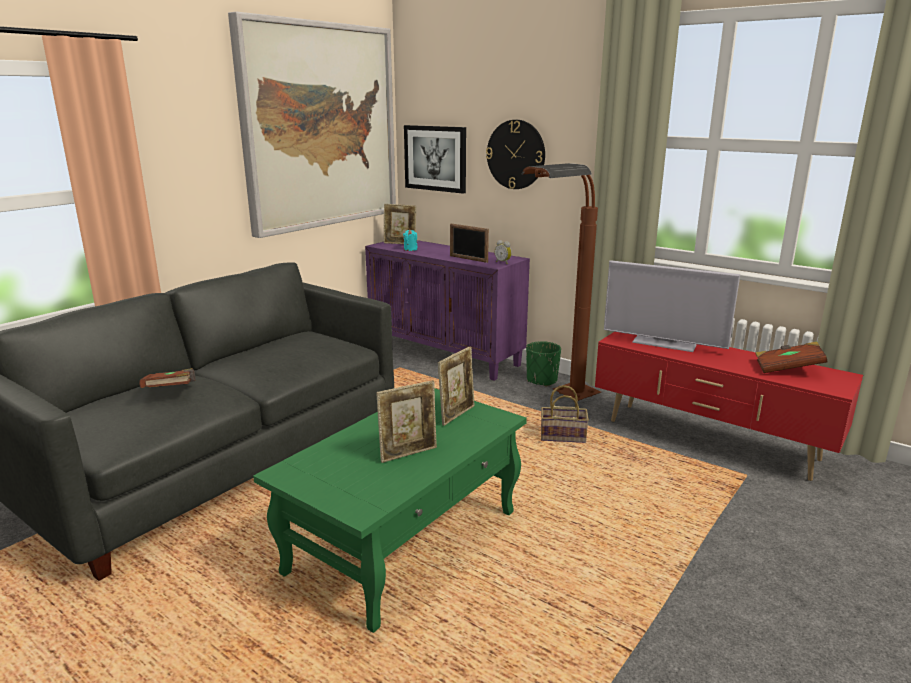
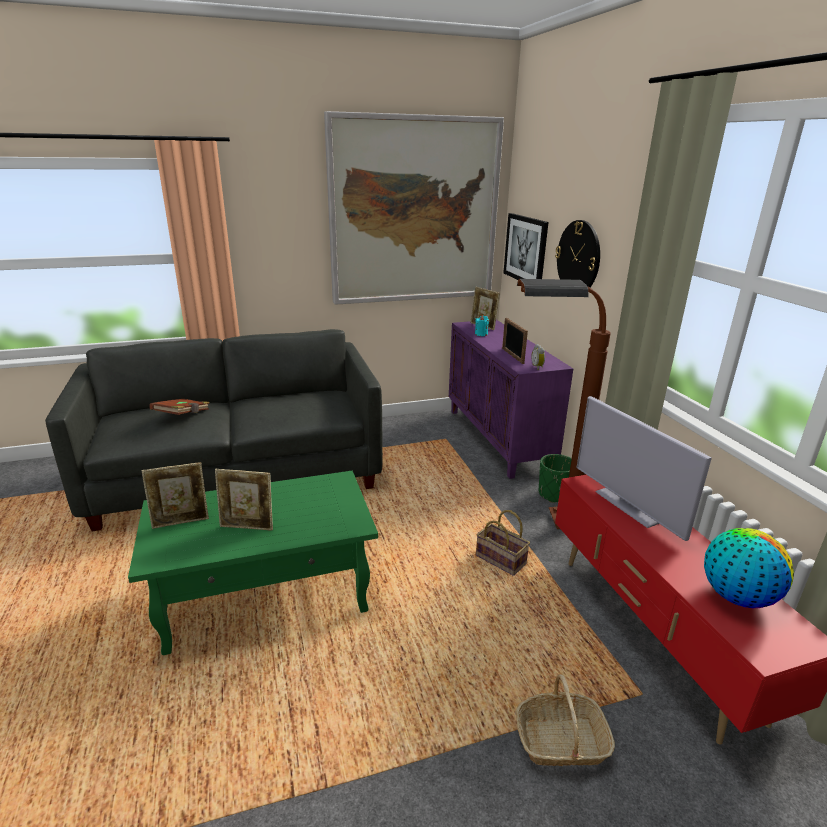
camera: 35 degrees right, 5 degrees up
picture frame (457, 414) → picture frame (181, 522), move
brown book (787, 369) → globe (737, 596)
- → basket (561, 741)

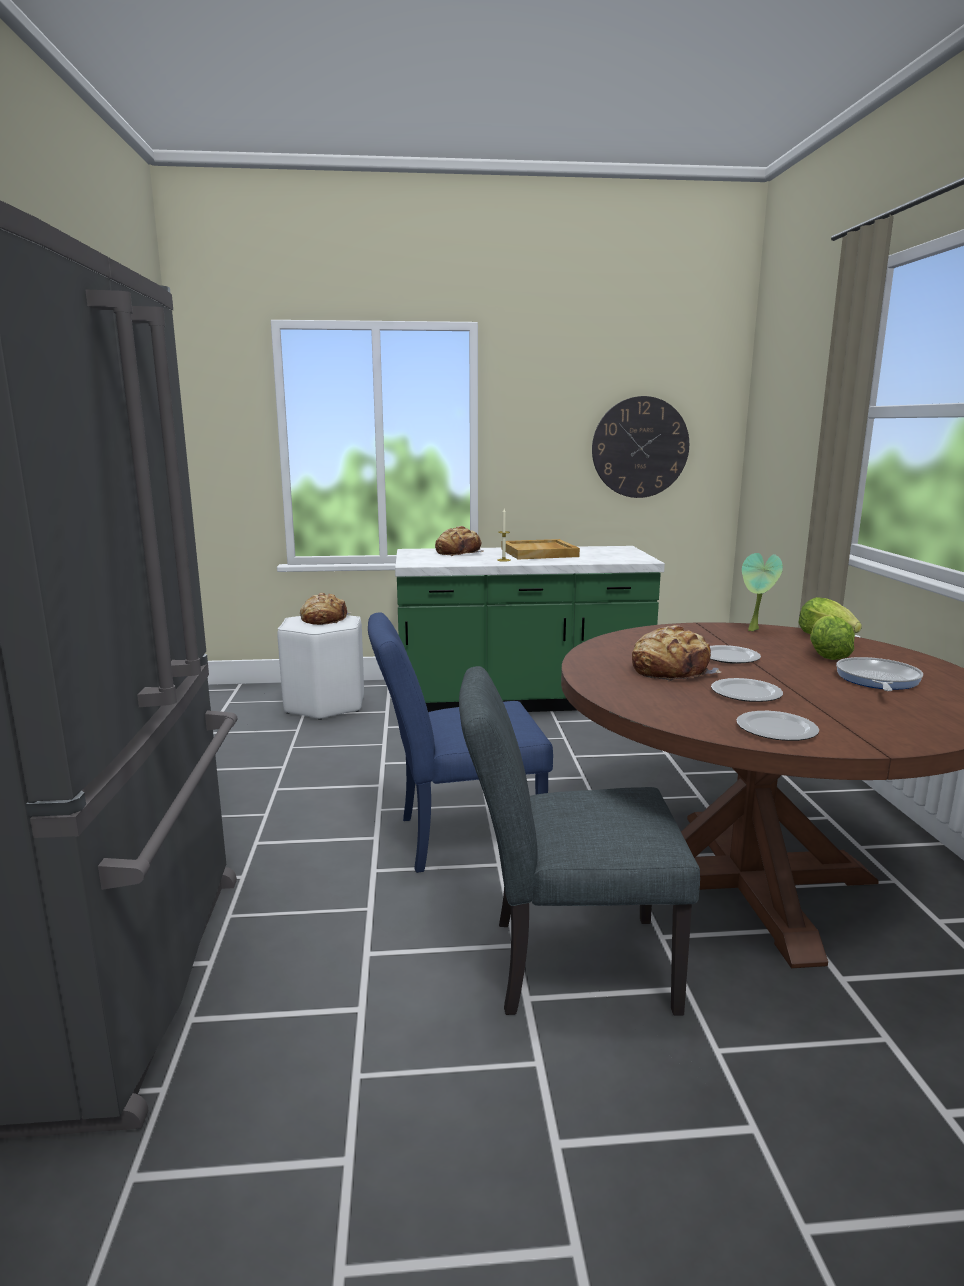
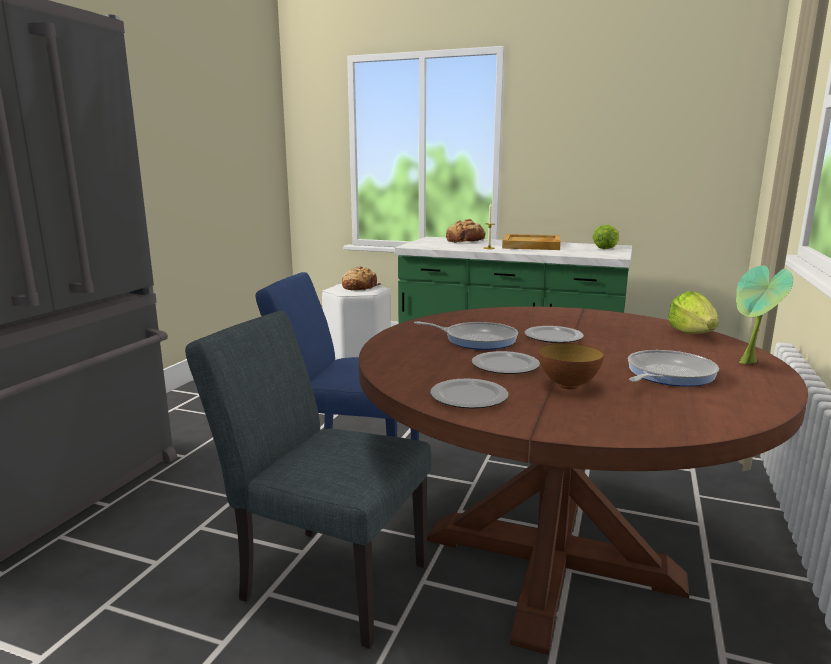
camera: 25 degrees right, 0 degrees up
wall clock (640, 447) → -
bread (671, 670) → frying pan (476, 340)
potted plant (755, 630) → potted plant (749, 364), move
lettuce (827, 655) → lettuce (606, 248), move
- → bowl (568, 385)

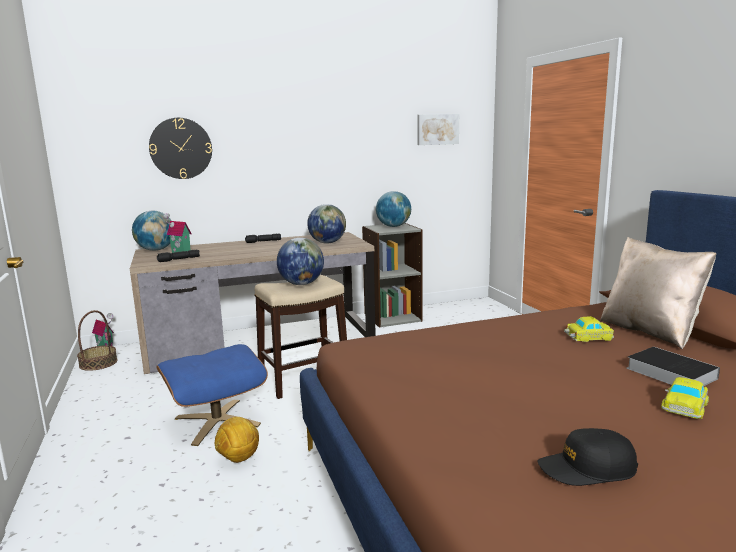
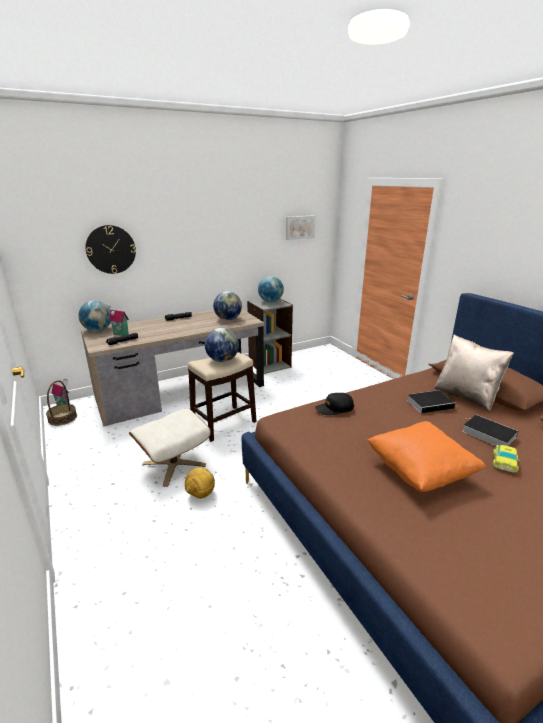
camera: 10 degrees left, 10 degrees up
blue ottoman (217, 421) → beige ottoman (174, 464)
black cap (587, 469) → black cap (334, 409), move
toy car (587, 337) → book (430, 404)
- → orange pillow (420, 472)

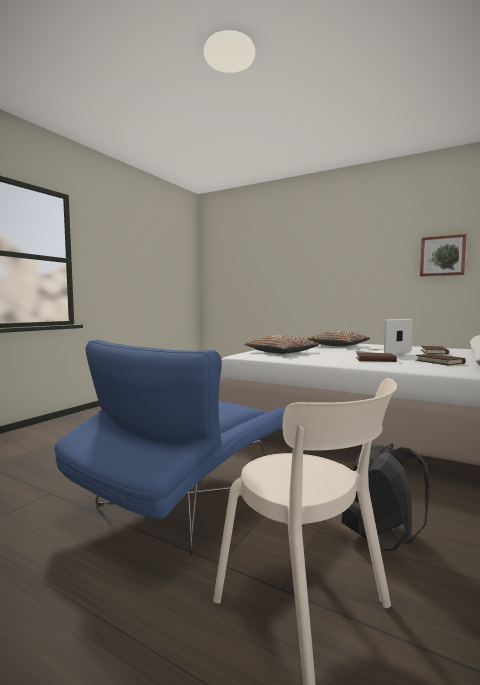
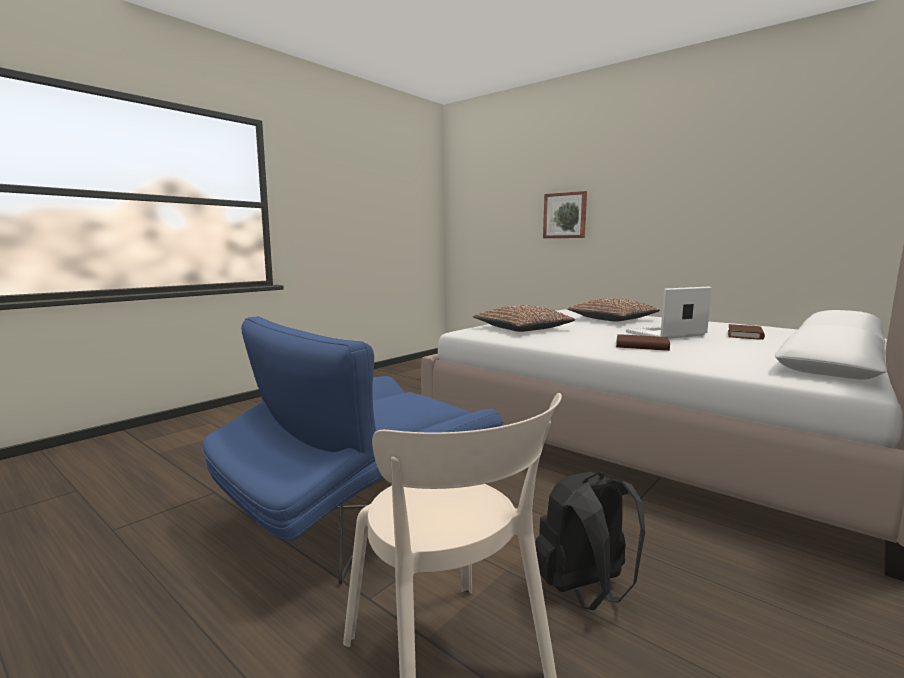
camera: 10 degrees right, 5 degrees up
brown book (439, 362) → -
picture (442, 256) → picture (565, 215), move

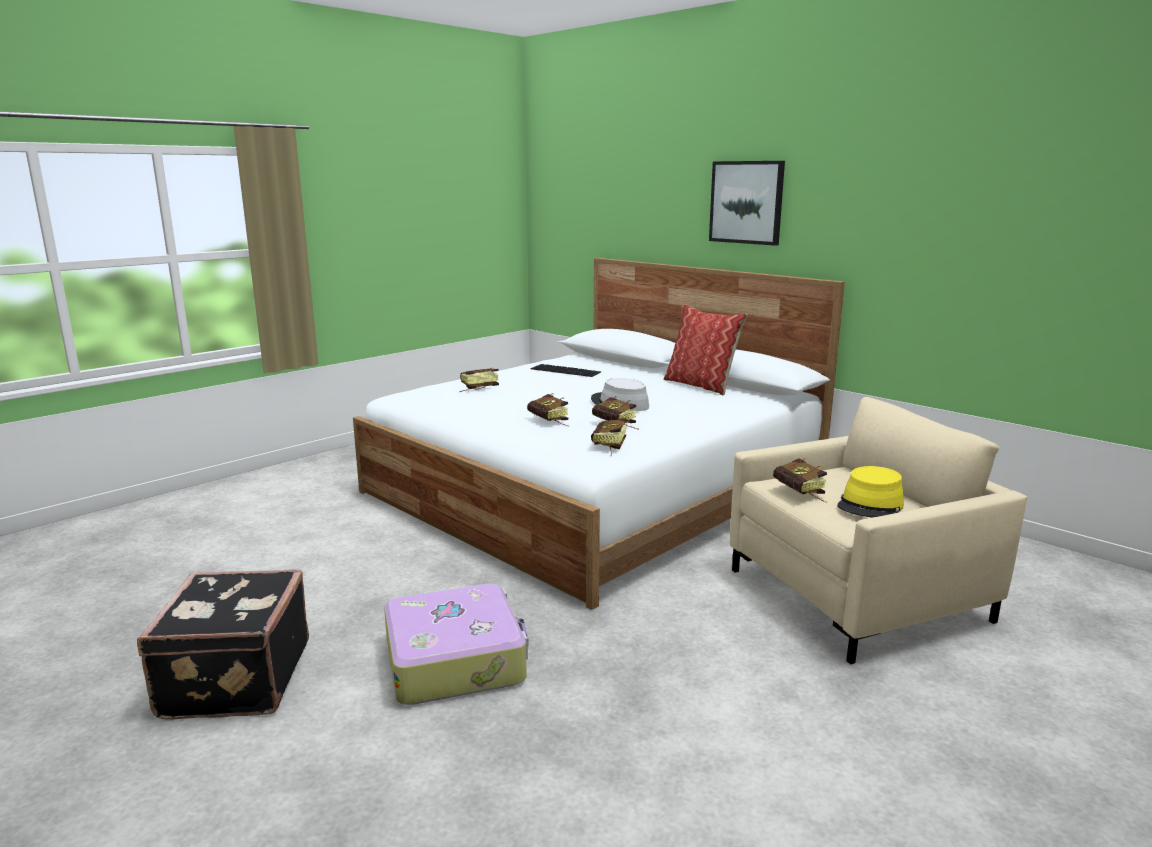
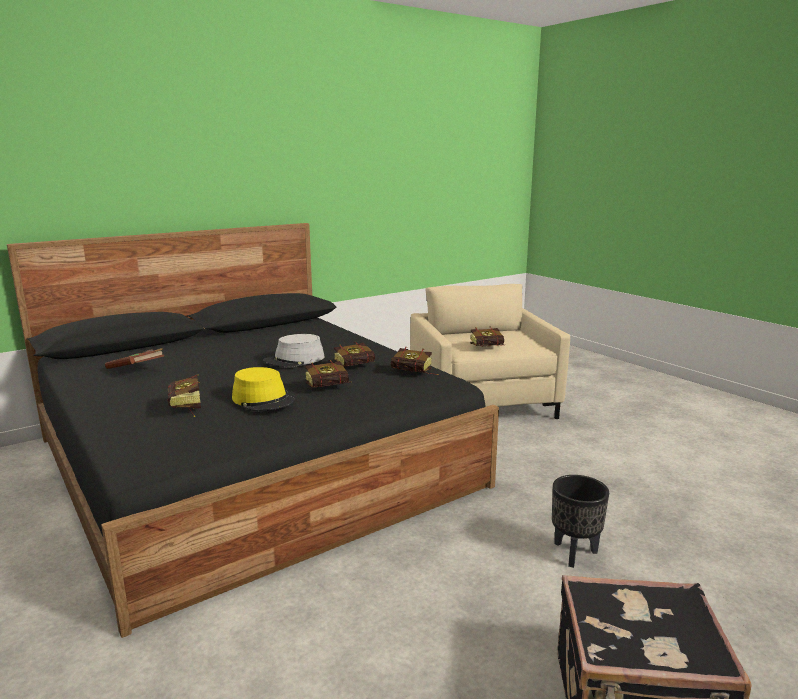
camera: 80 degrees left, 0 degrees up
white bed (596, 487) → black bed (252, 461)
suitcase (456, 659) → black planter (574, 554)
keyboard (566, 370) → brown book (137, 370)
pillow (701, 385) → -
picture (746, 202) → -
yellow hat (870, 505) → yellow hat (263, 400), move

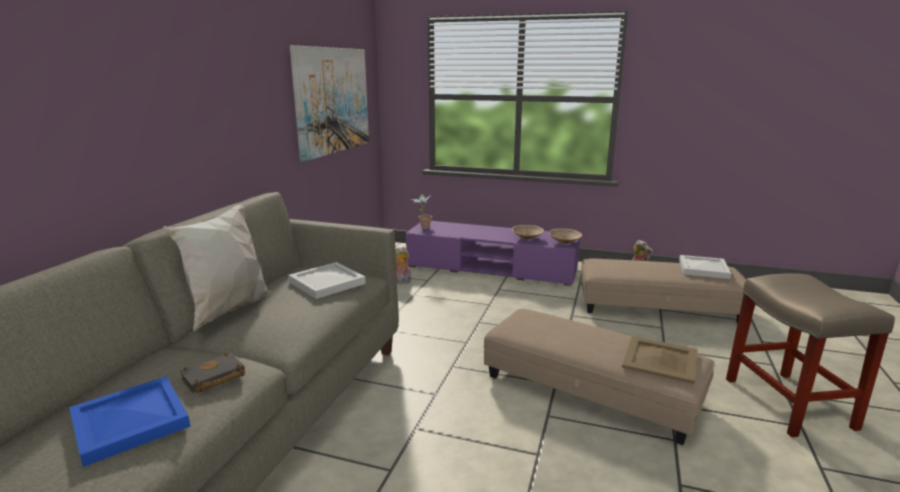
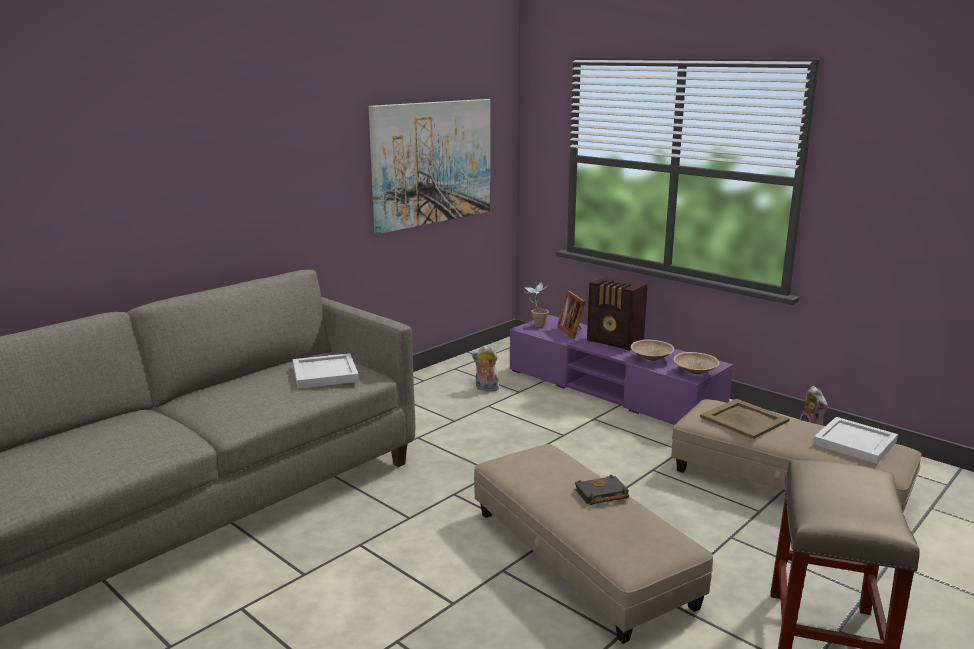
camera: 25 degrees right, 0 degrees up
blue tray (129, 423) → -
white pillow (229, 310) → -
black book (213, 378) → black book (601, 495), move
beige tray (659, 359) → beige tray (744, 418), move
- → picture frame (572, 331)
- → radio (615, 342)

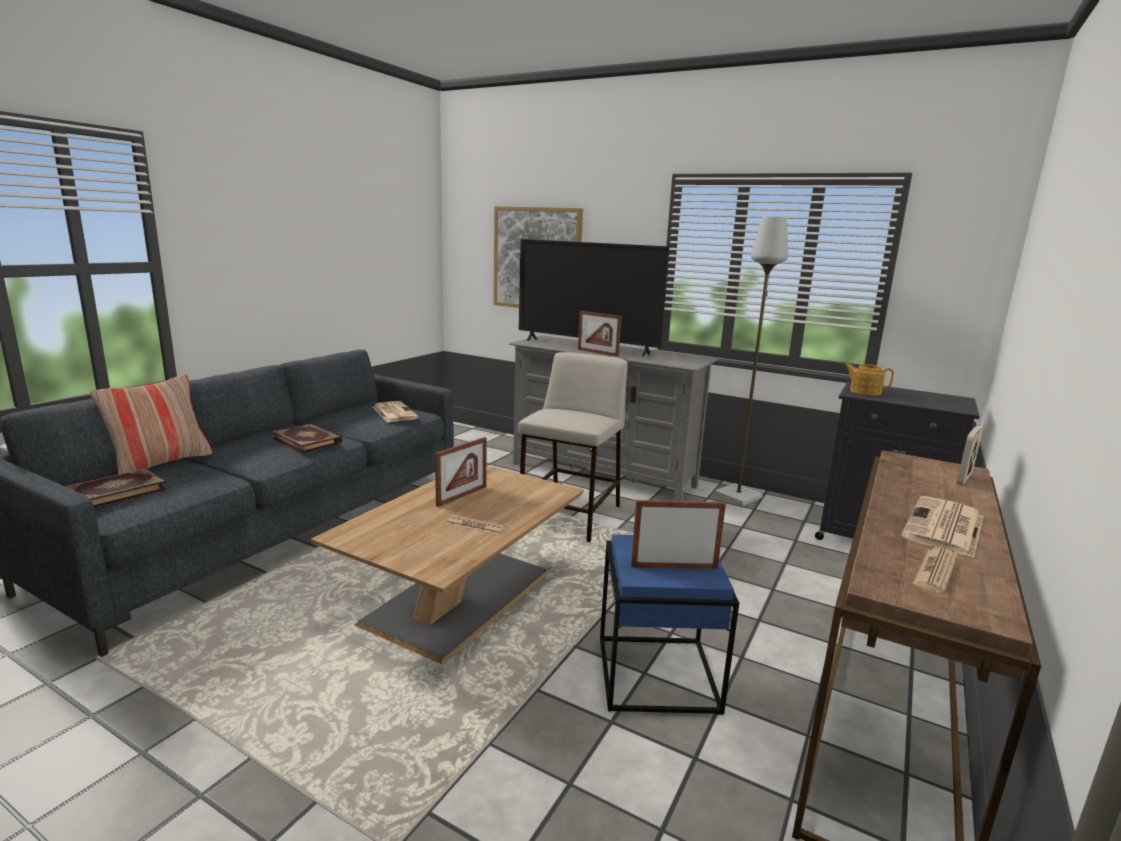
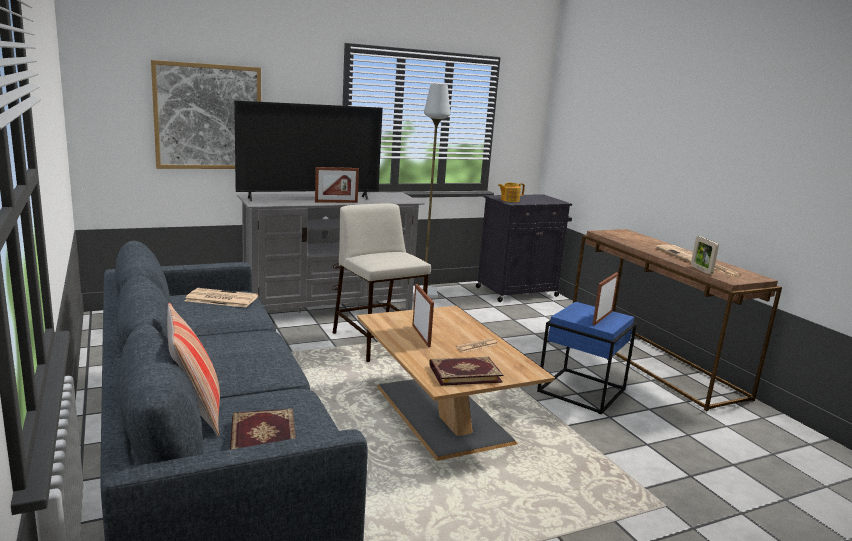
camera: 55 degrees left, 0 degrees up
book (308, 440) → book (464, 373), move
picture frame (964, 479) → picture frame (701, 270), move

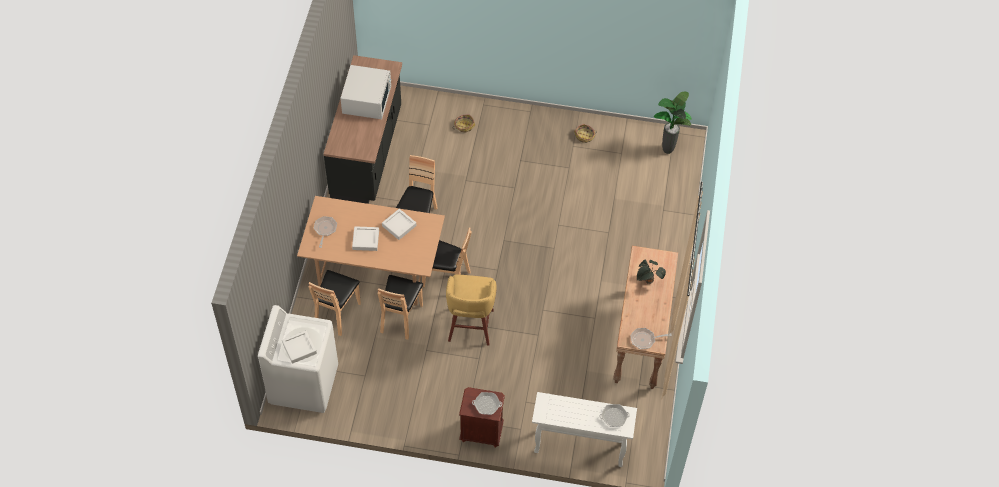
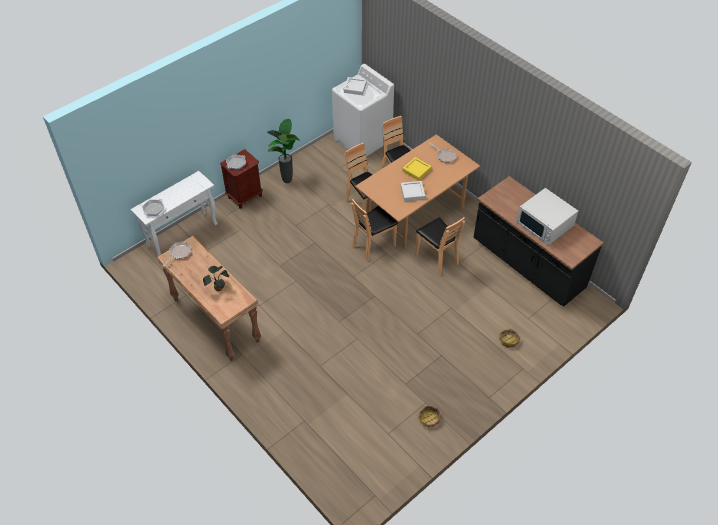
camera: 130 degrees right, 5 degrees down
grey tray (365, 240) → yellow tray (416, 170)
yellow stool (470, 327) → -
potted plant (666, 150) → potted plant (288, 180), move

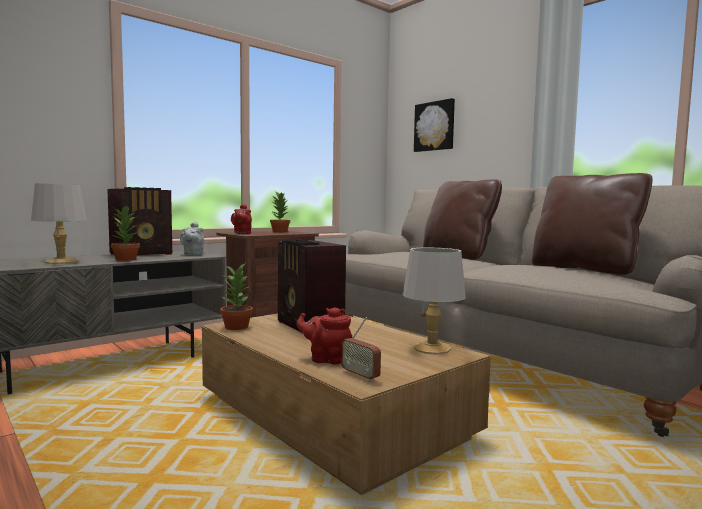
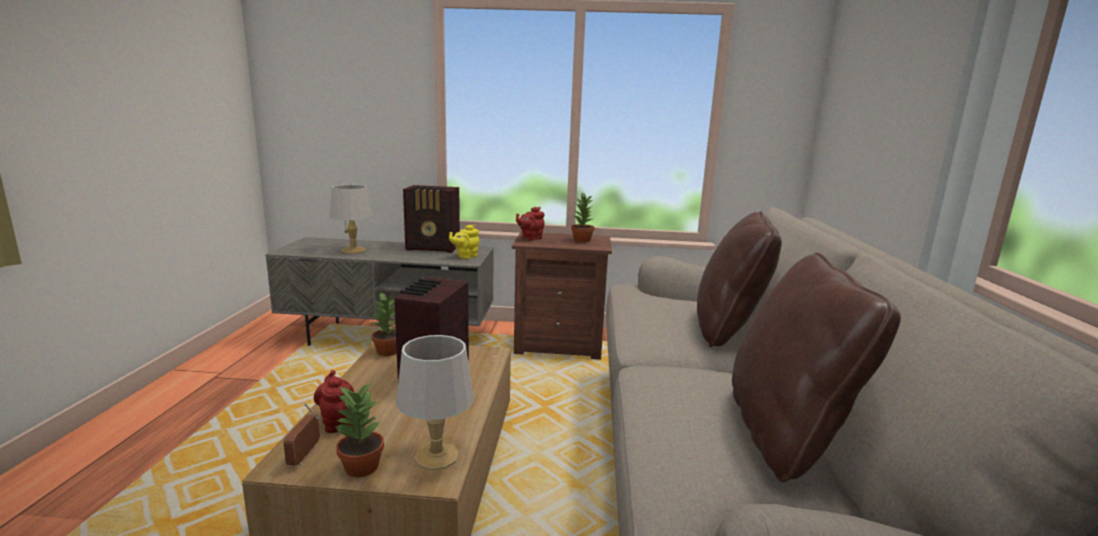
camera: 45 degrees right, 10 degrees up
potted plant (125, 259) → potted plant (360, 467), move
grey teapot (193, 254) → yellow teapot (465, 256)
picture (435, 126) → -

